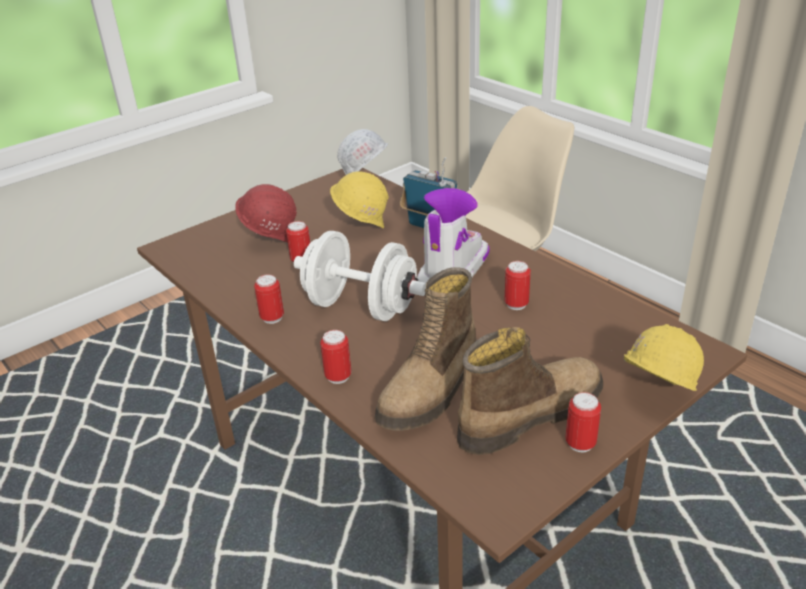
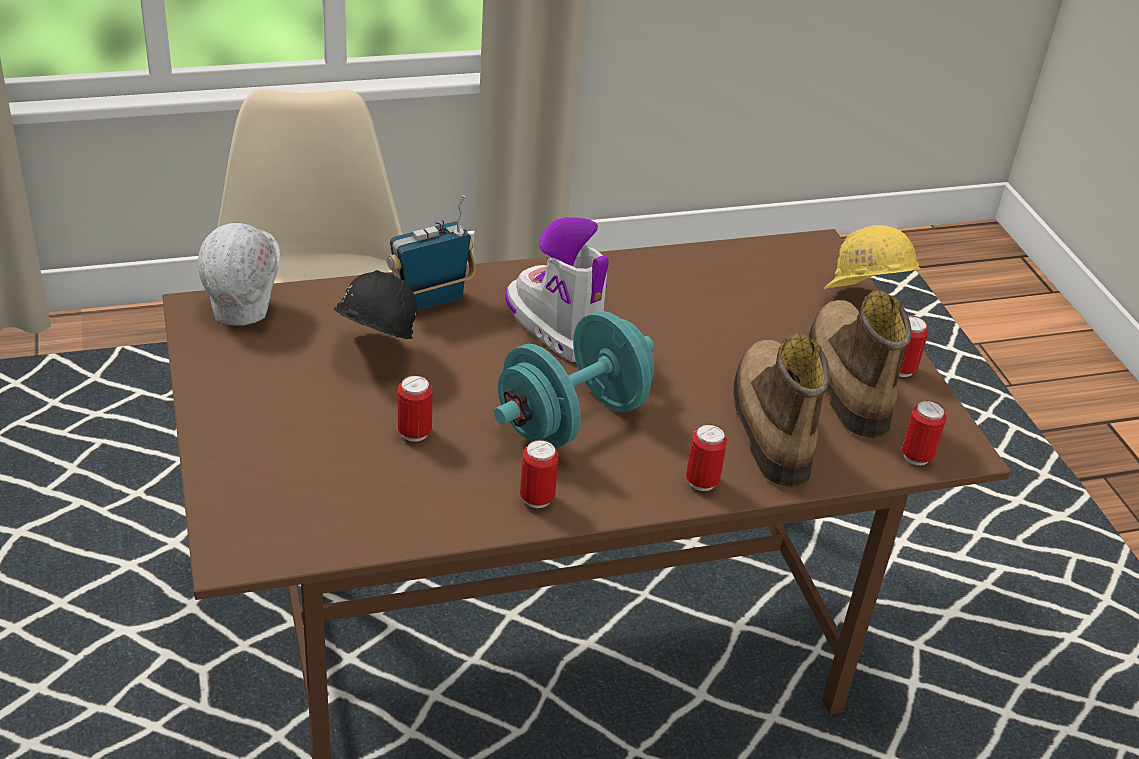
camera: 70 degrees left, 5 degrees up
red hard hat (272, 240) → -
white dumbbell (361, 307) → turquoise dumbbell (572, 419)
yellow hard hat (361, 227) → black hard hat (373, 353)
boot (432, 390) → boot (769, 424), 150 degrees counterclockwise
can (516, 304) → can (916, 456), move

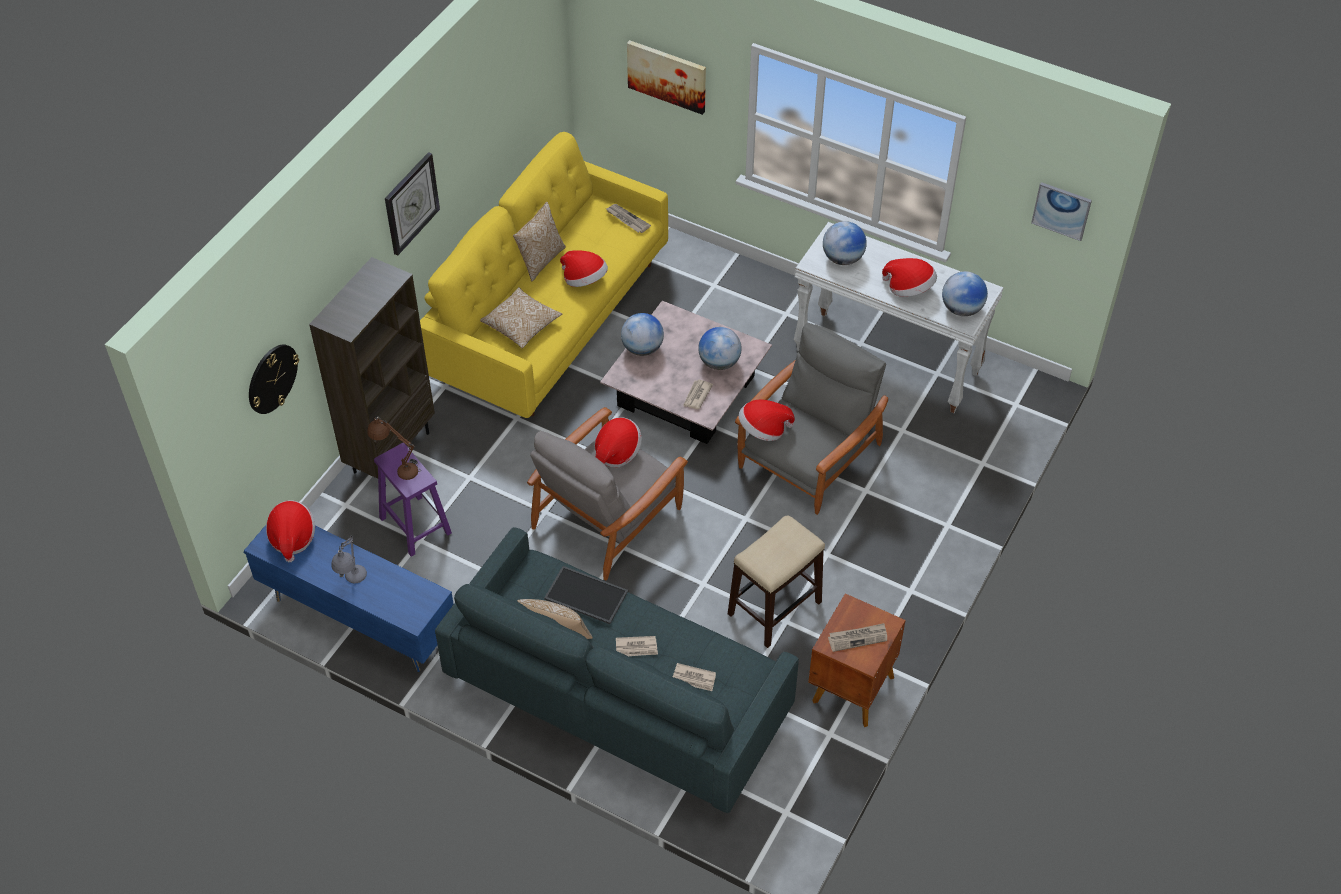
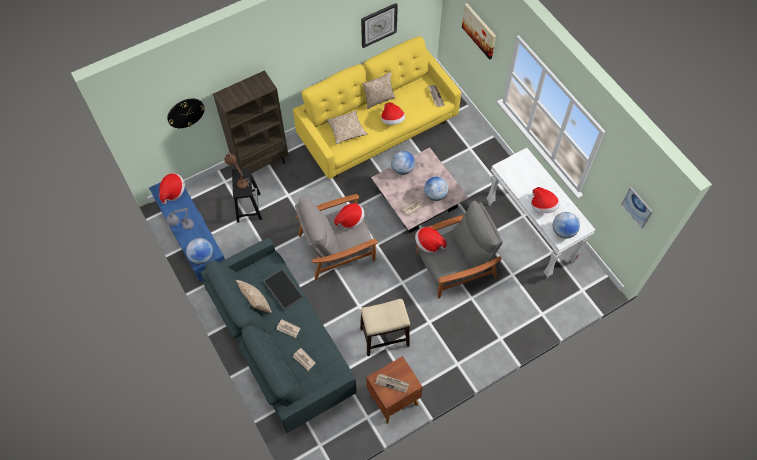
camera: 30 degrees right, 10 degrees up
purple stool (414, 525) → black stool (248, 207)
wall clock (411, 203) → wall clock (378, 25), move
globe (842, 258) → globe (202, 256), move

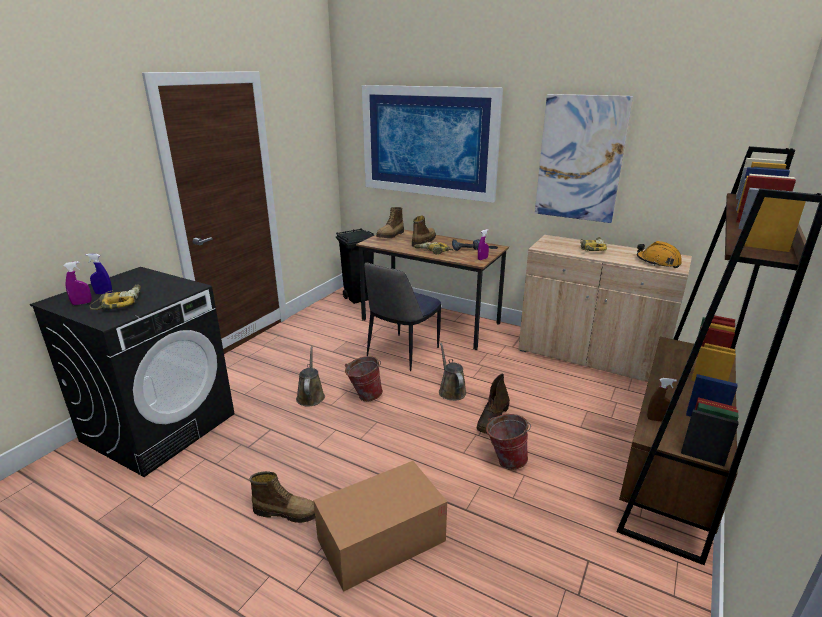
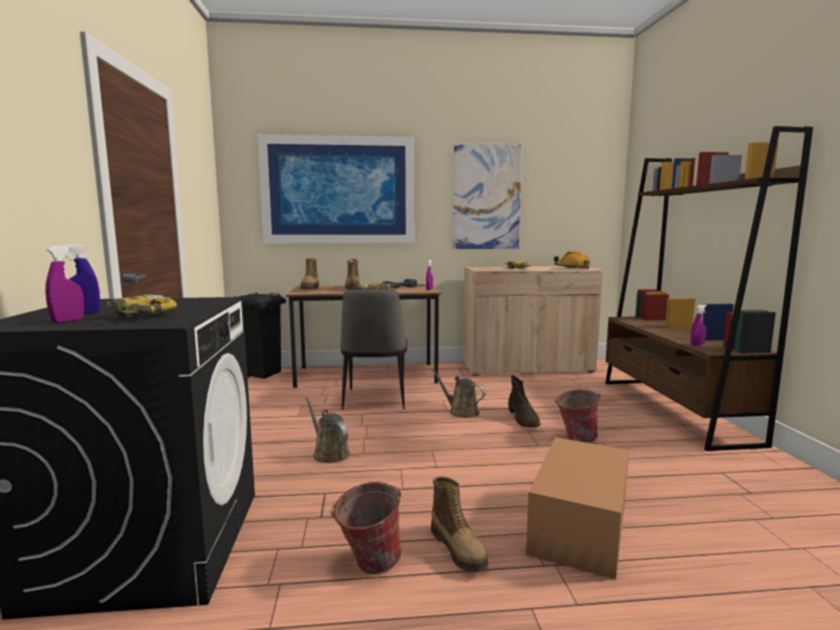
camera: 35 degrees left, 15 degrees down
boot (287, 512) → boot (459, 549), 90 degrees clockwise
bucket (364, 396) → bucket (368, 564), move
brown spray bottle (657, 420) → purple spray bottle (697, 345)

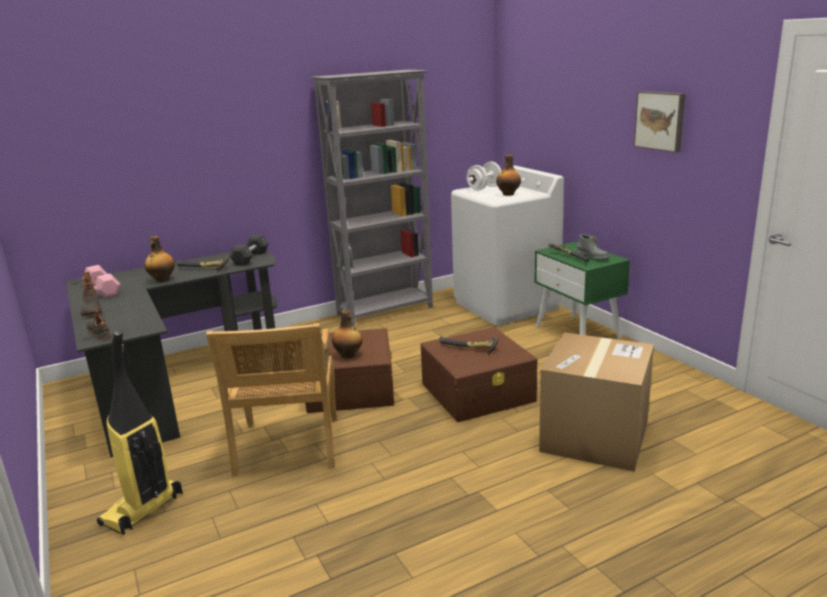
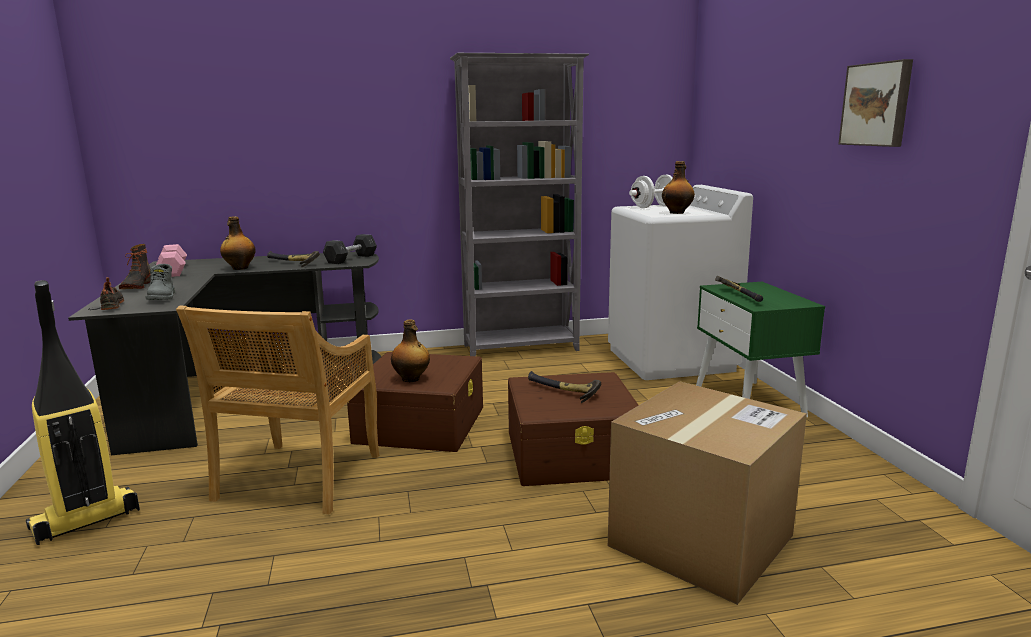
camera: 15 degrees right, 5 degrees down
grey boot (592, 257) → grey boot (163, 297), move

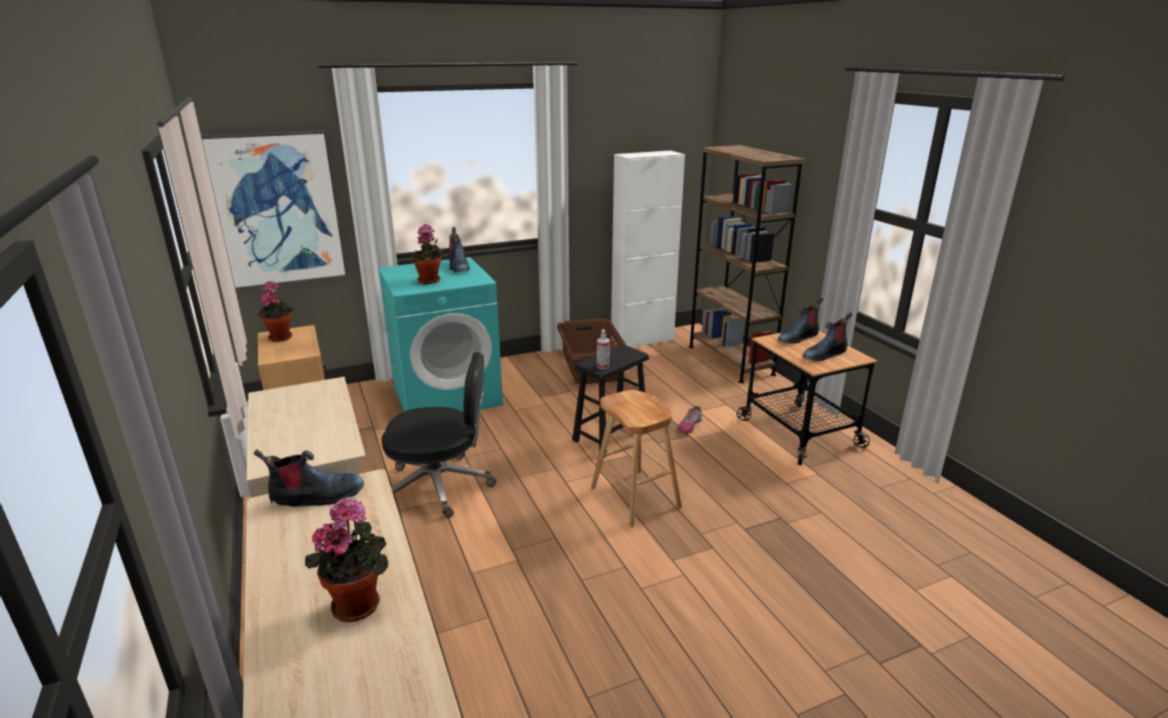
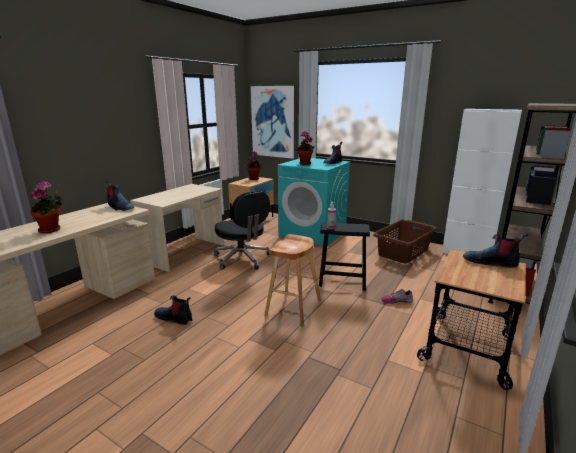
camera: 55 degrees right, 5 degrees down
boot (824, 354) → boot (174, 318), move

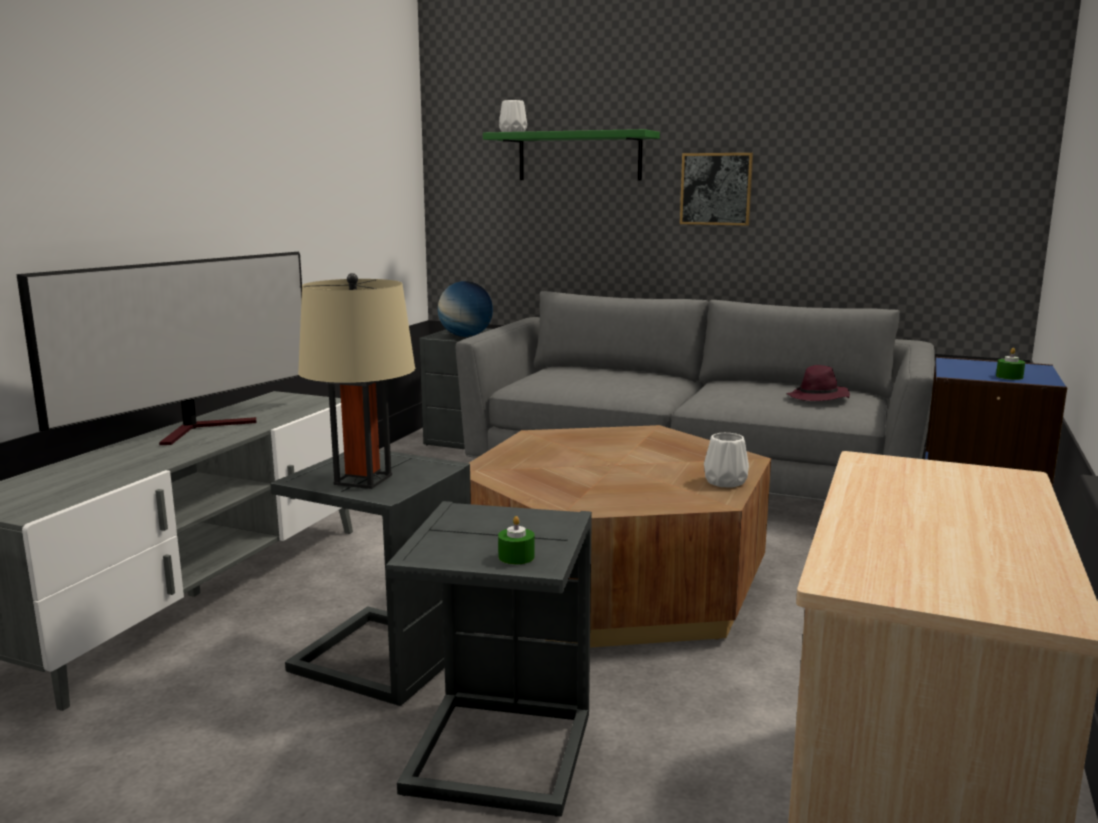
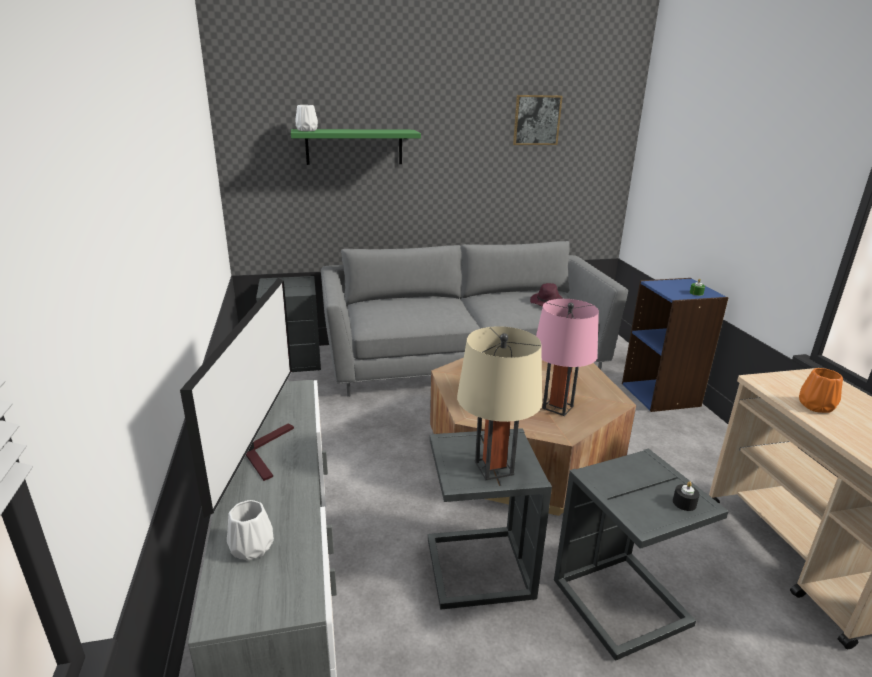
camera: 35 degrees left, 10 degrees up
globe (466, 336) → -
green candle (516, 557) → black candle (684, 503)
picture (716, 189) → picture (536, 120), move
white vase (724, 482) → white vase (250, 548), move
- → pink table lamp (558, 407)
- → orange vase (816, 406)

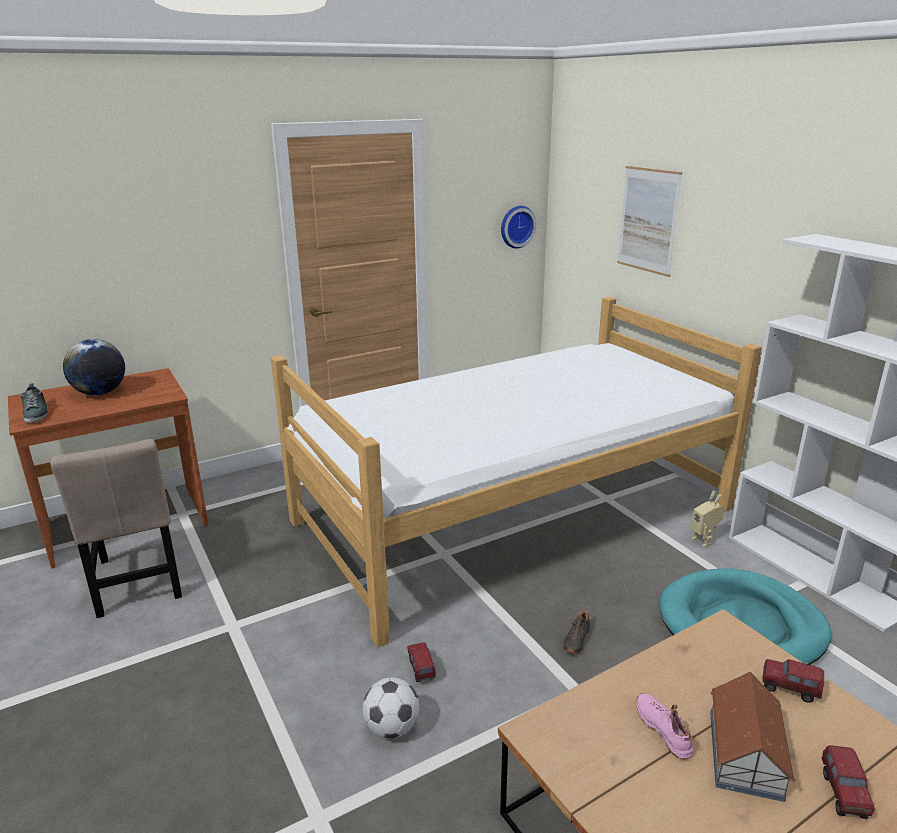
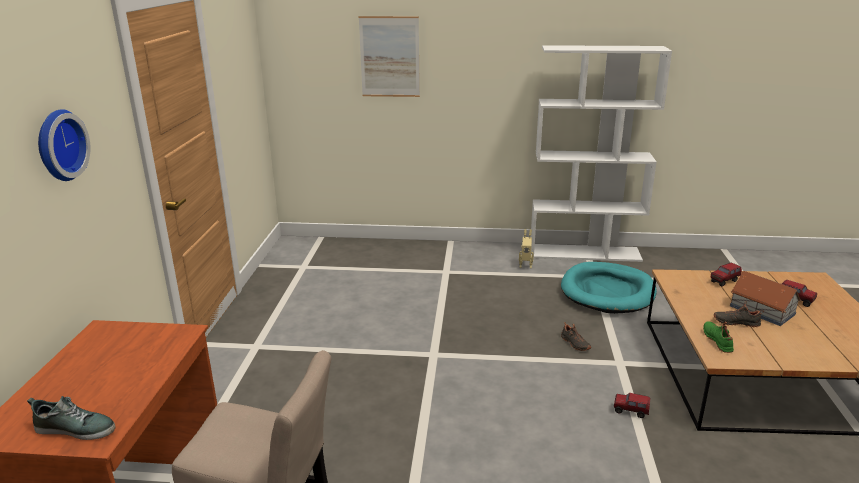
camera: 55 degrees left, 0 degrees up
globe (100, 393) → -
bed (514, 515) → -
football (392, 728) → -
toy truck (421, 670) → toy truck (630, 411), move
wall clock (516, 226) → wall clock (58, 145), move
pink shoe (664, 730) → black shoe (736, 322)
- → green shoe (718, 341)

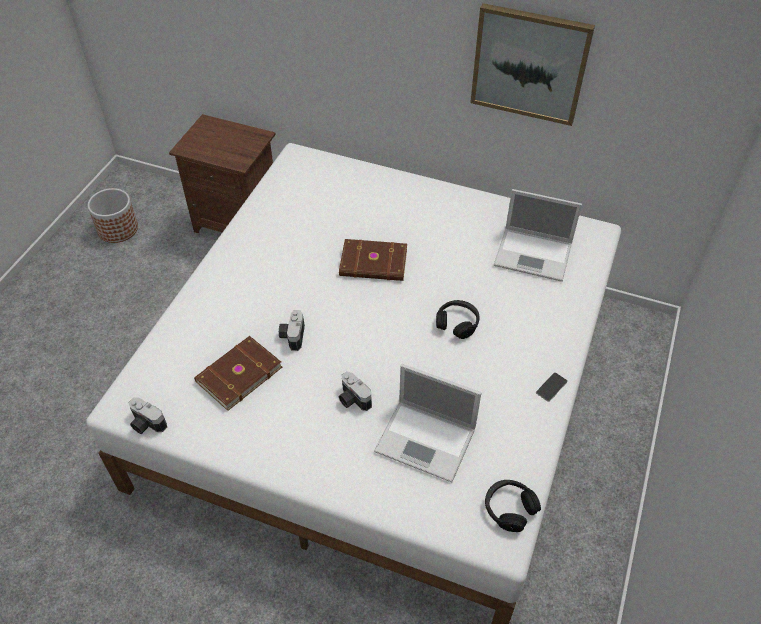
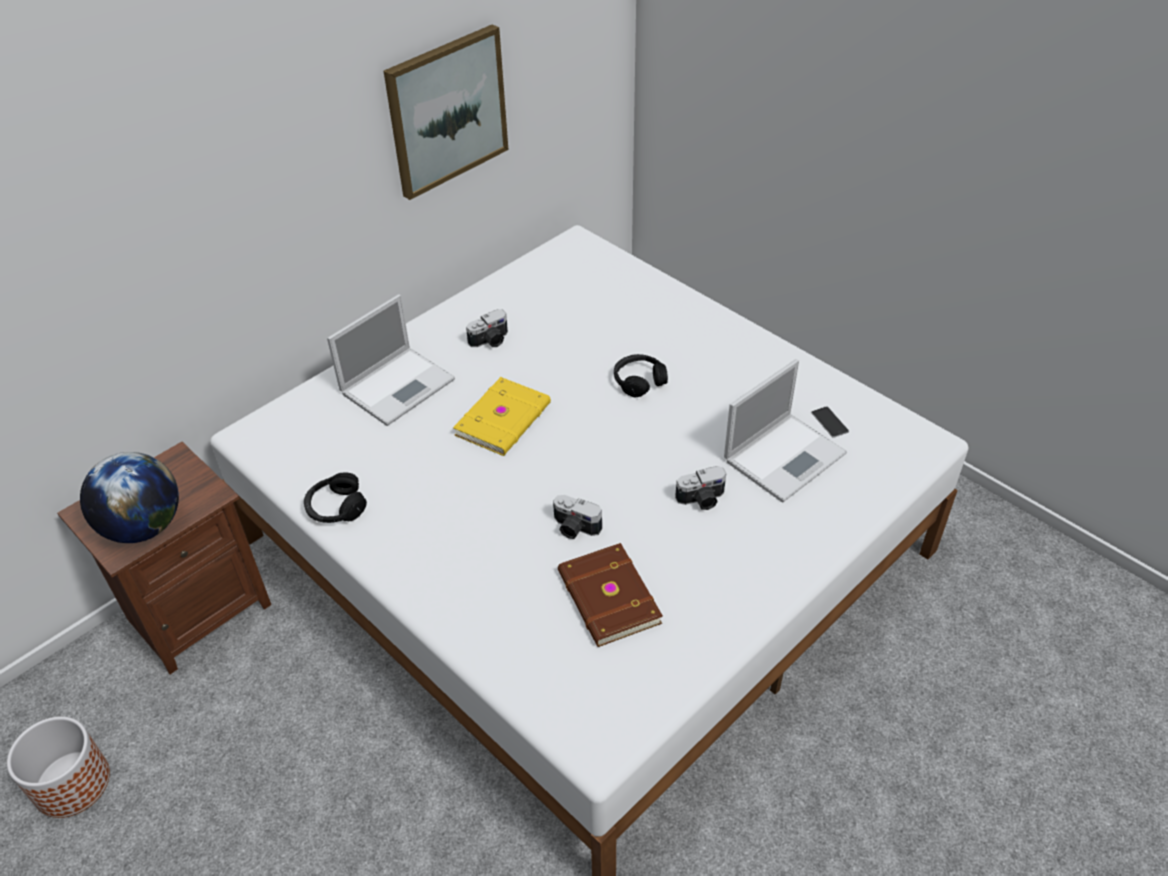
camera: 65 degrees left, 5 degrees down
photo camera (146, 424) → photo camera (490, 341), move
brown book (373, 264) → yellow book (505, 420)
black headphones (509, 508) → black headphones (336, 507), move
laptop (534, 255) → laptop (399, 385), move
phone (551, 387) → phone (829, 422), move
- → globe (144, 527)

